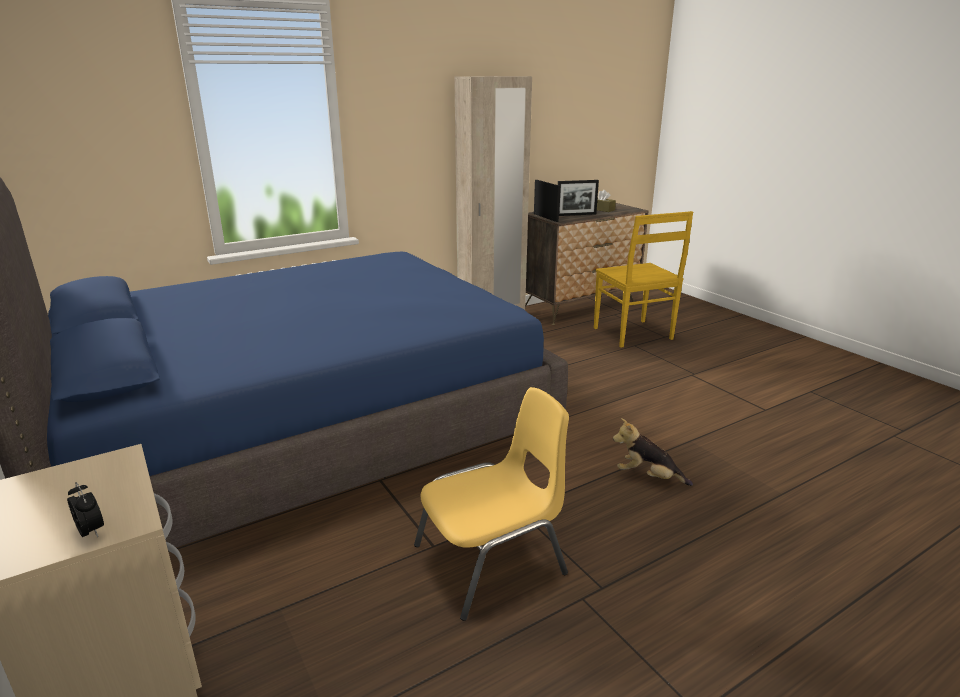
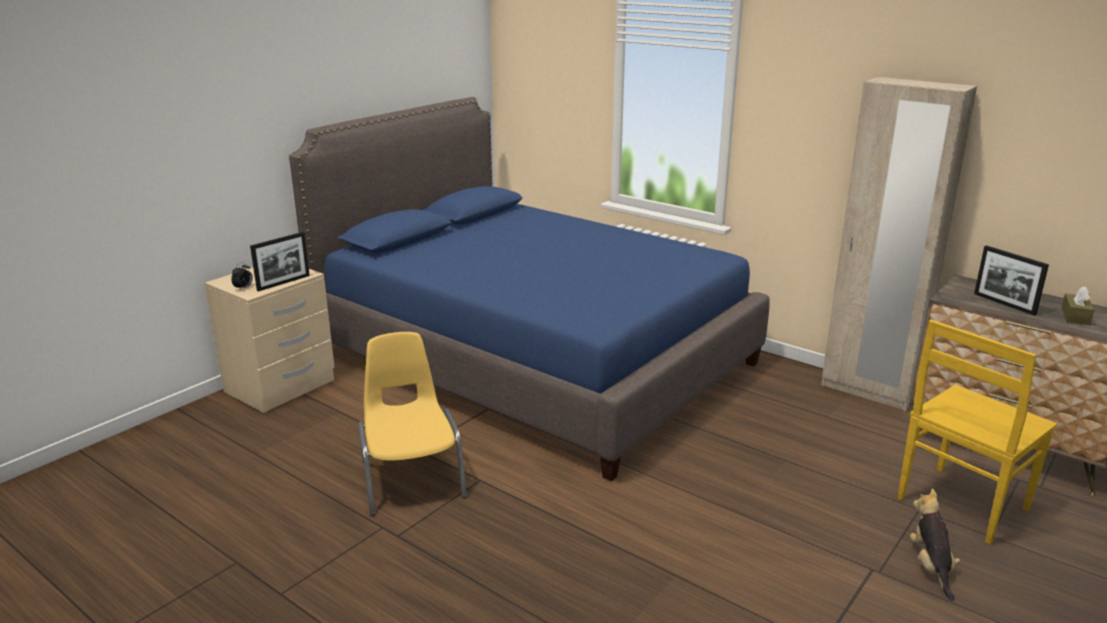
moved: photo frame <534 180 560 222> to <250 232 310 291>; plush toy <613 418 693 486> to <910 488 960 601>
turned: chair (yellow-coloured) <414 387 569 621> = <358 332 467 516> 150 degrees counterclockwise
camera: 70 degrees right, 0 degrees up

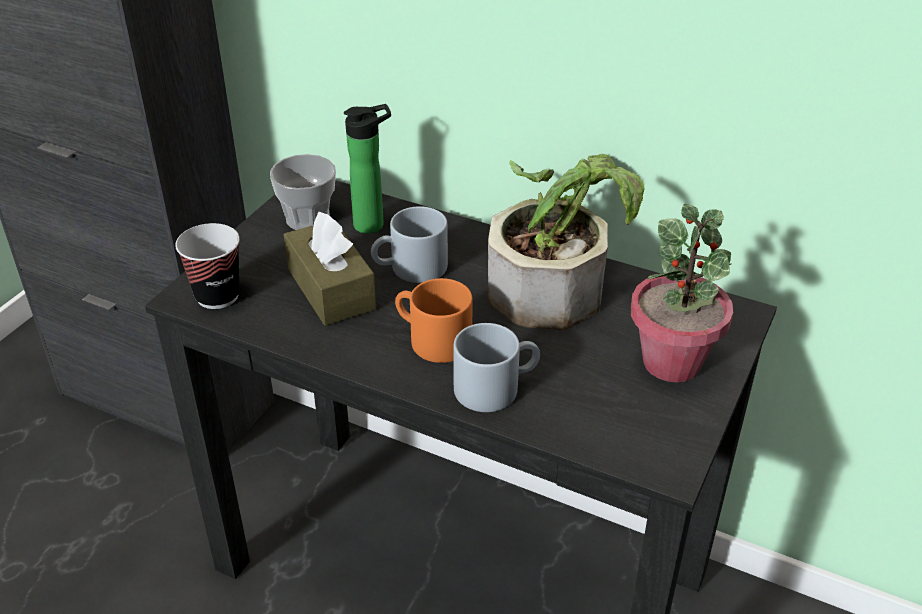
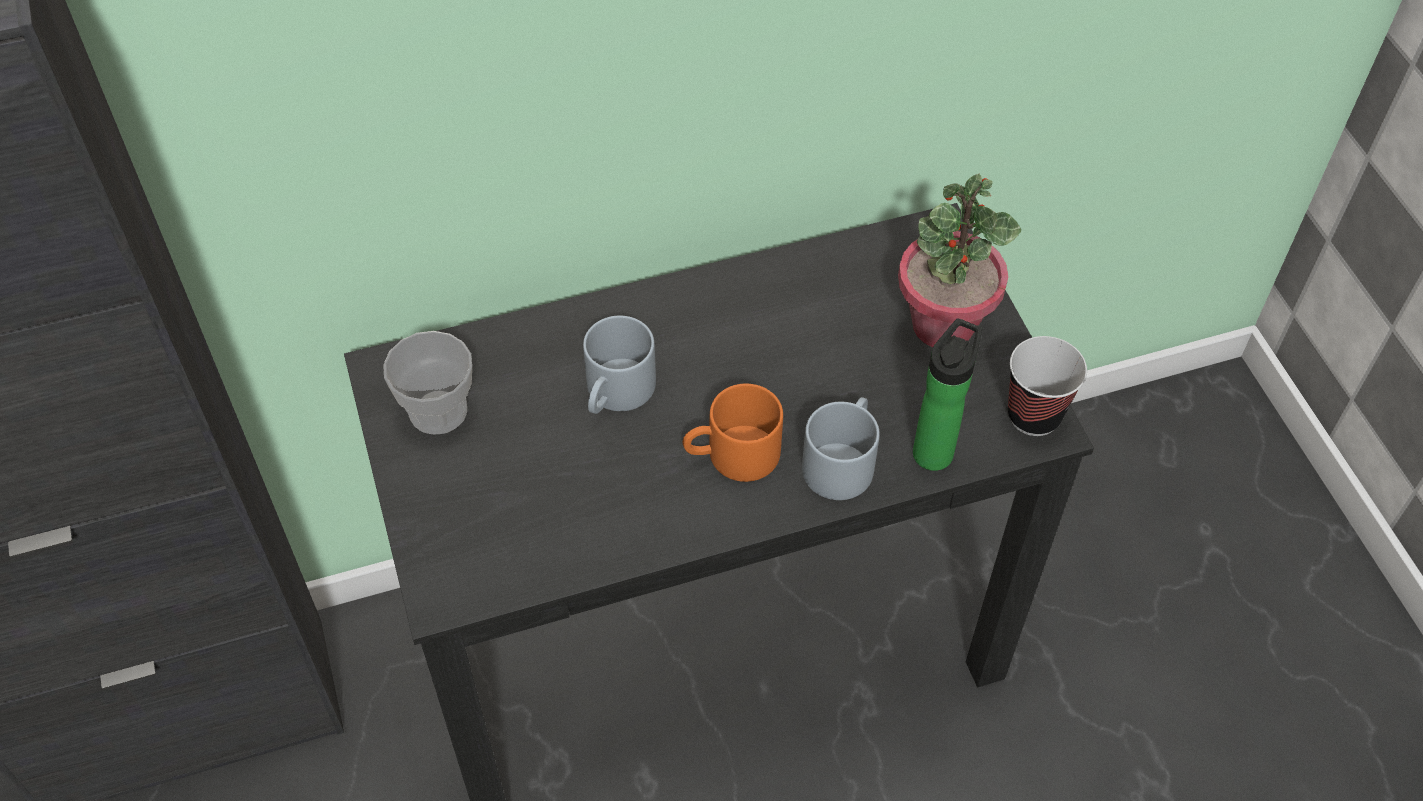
removed: tissue box (brown-coloured) <284 212 376 326>; houseplant <488 154 645 330>
moved: small cup <175 223 240 309> to <1008 336 1087 436>; drink bottle <344 104 391 234> to <913 318 982 471>
camera: 45 degrees left, 15 degrees up

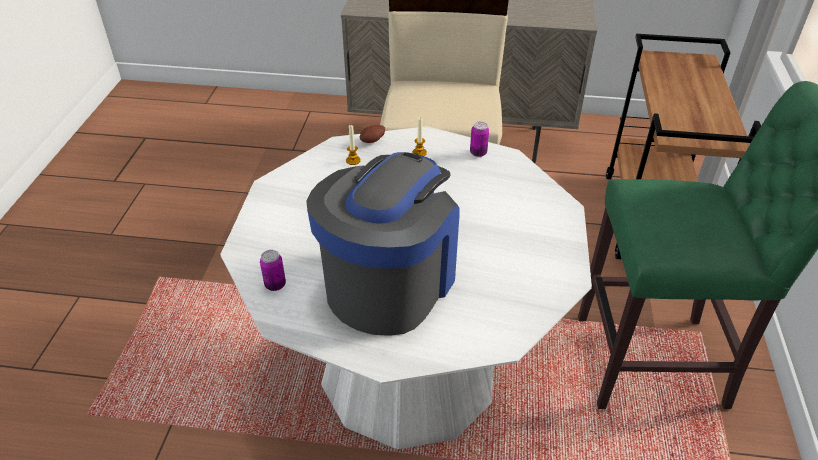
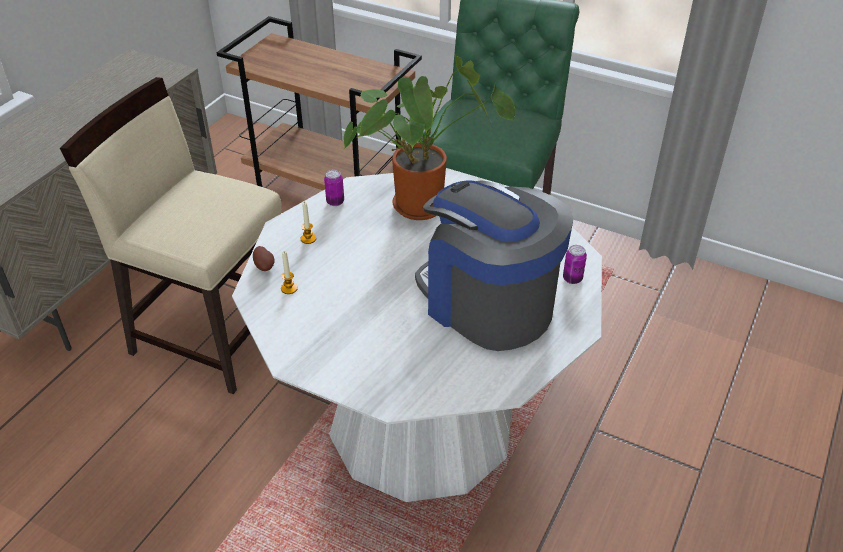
added: houseplant <343 56 515 220>
moved: sealed can <260 250 286 291> to <563 245 587 284>
camera: 70 degrees left, 0 degrees up

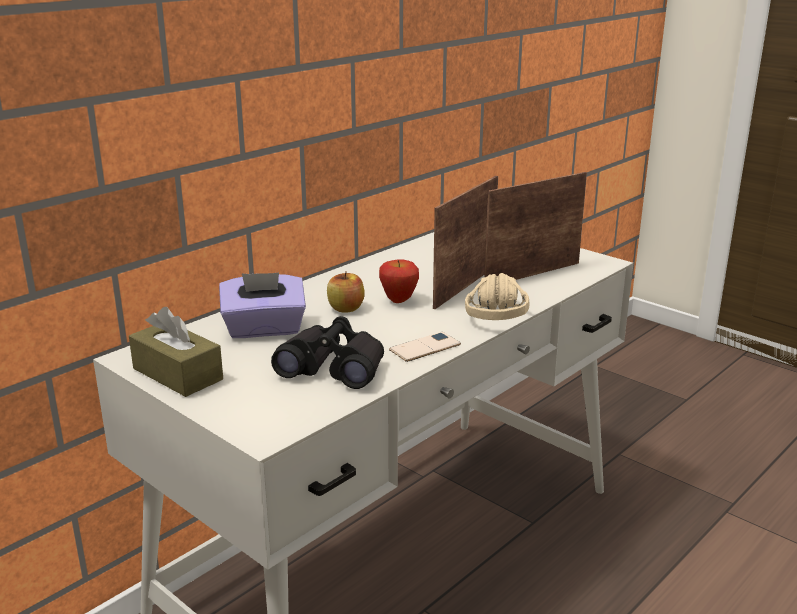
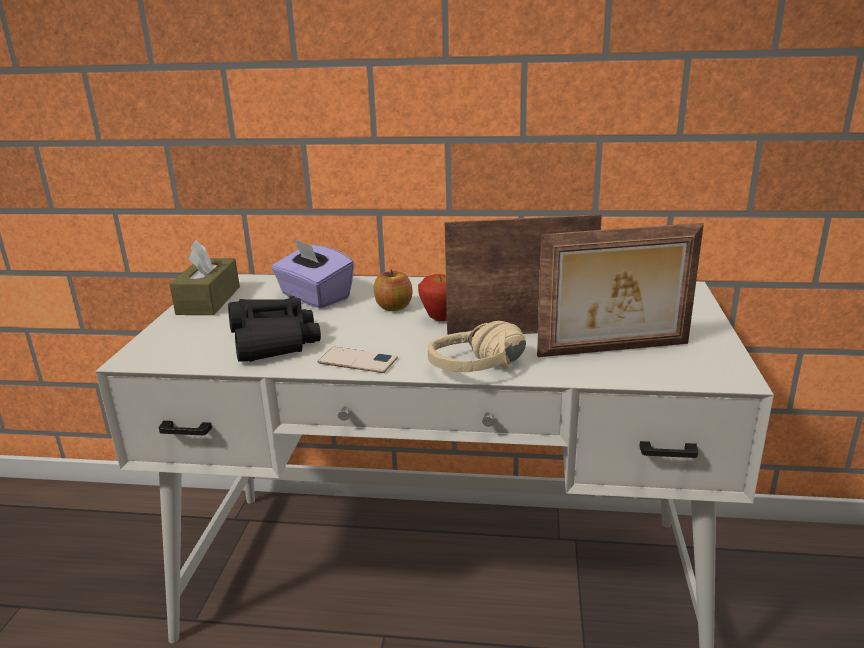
turned: photo frame <484 172 587 280> = <537 223 704 357> 150 degrees clockwise
camera: 55 degrees right, 0 degrees up

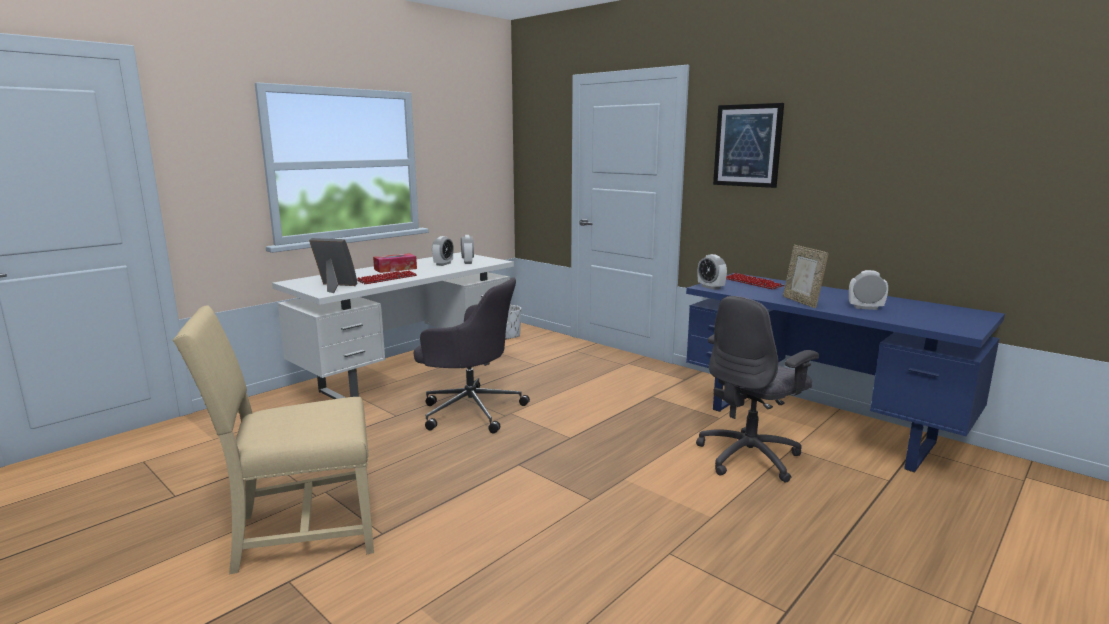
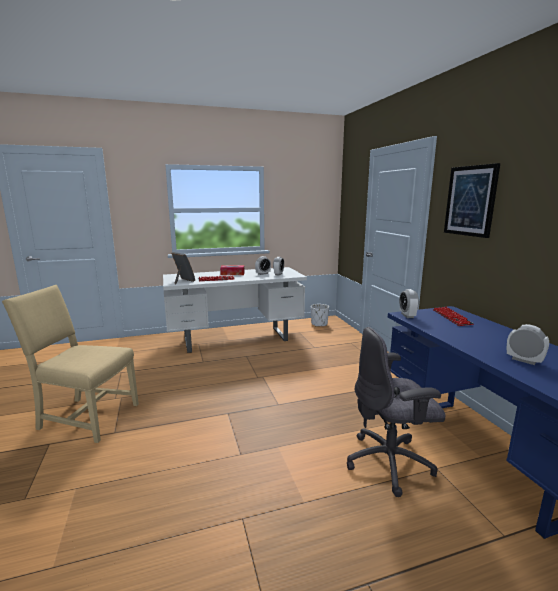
removed: computer chair (gray) <414 277 530 433>; photo frame <783 245 829 308>
camera: 30 degrees right, 0 degrees up

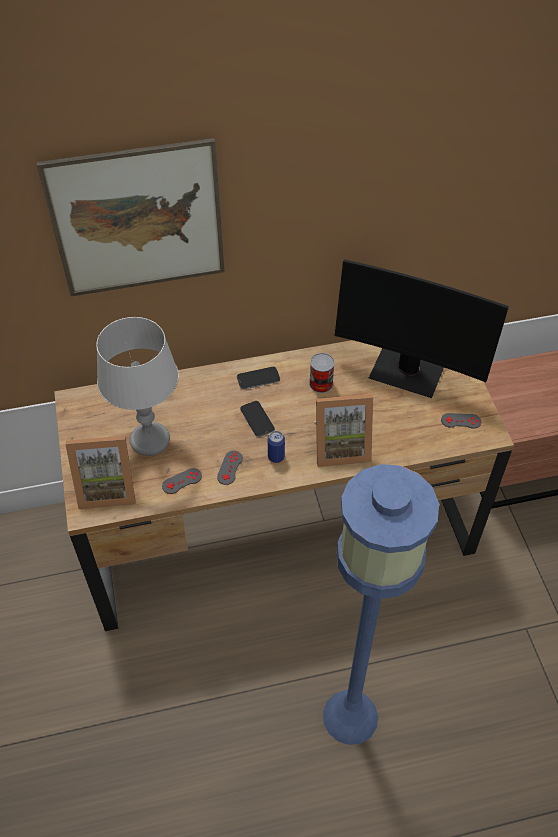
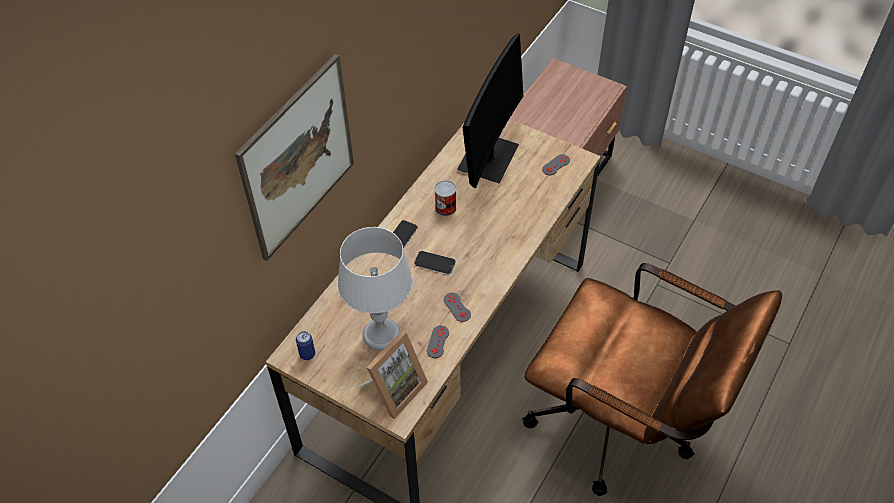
removed: photo frame <314 394 373 467>
moved: sealed can <268 431 285 463> to <296 331 315 360>
replaced: floor lamp (blue-coloured) <323 464 439 745> to computer chair (brown-coloured) <522 263 782 496>
turned: monitor <335 259 509 398> = <457 33 523 188> 45 degrees counterclockwise
camera: 45 degrees left, 0 degrees up

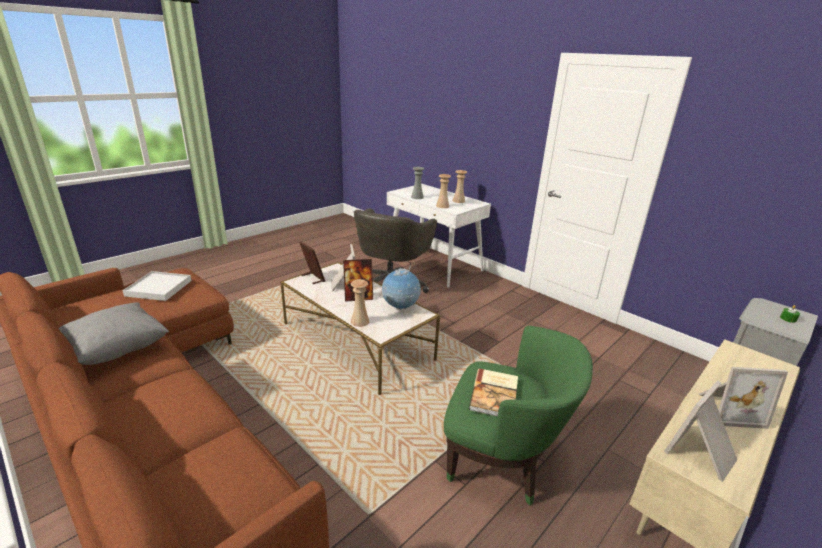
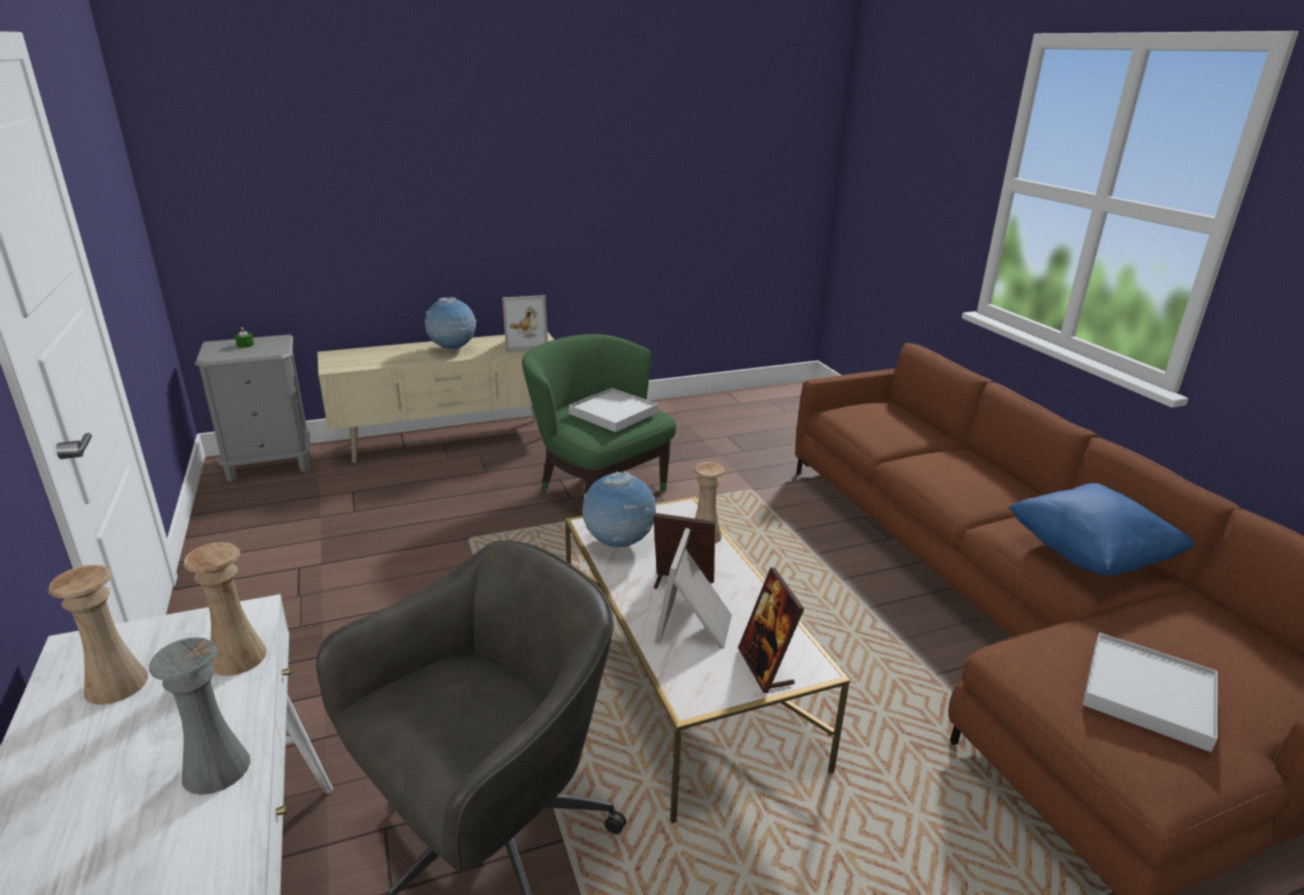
replaced: book <469 368 518 417> to serving tray (whitish) <569 388 658 432>; photo frame <699 367 788 429> to world globe <425 297 476 351>
recoloured: cushion (gray) <58 302 169 365> to cushion (blue-coloured) <1008 483 1195 576>
camera: 155 degrees left, 0 degrees up

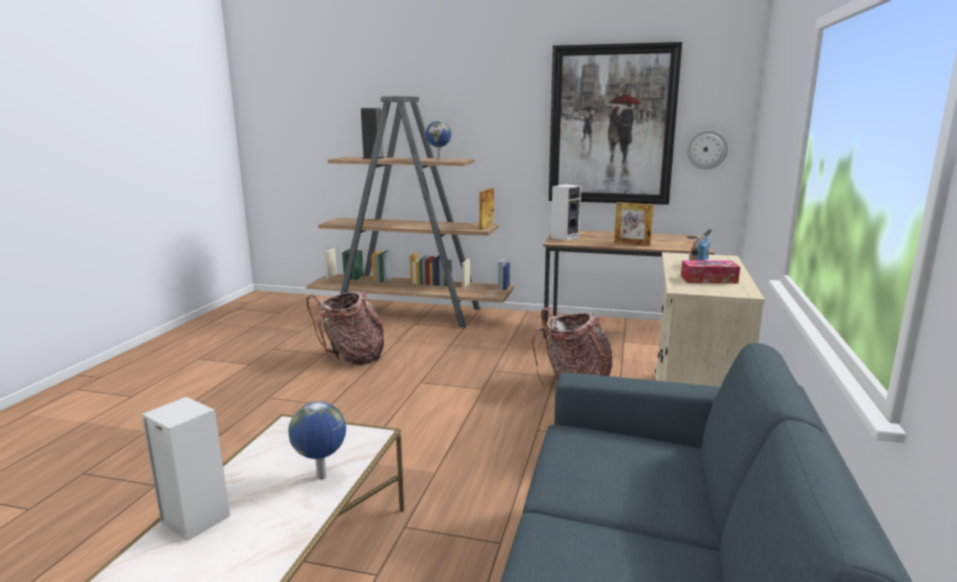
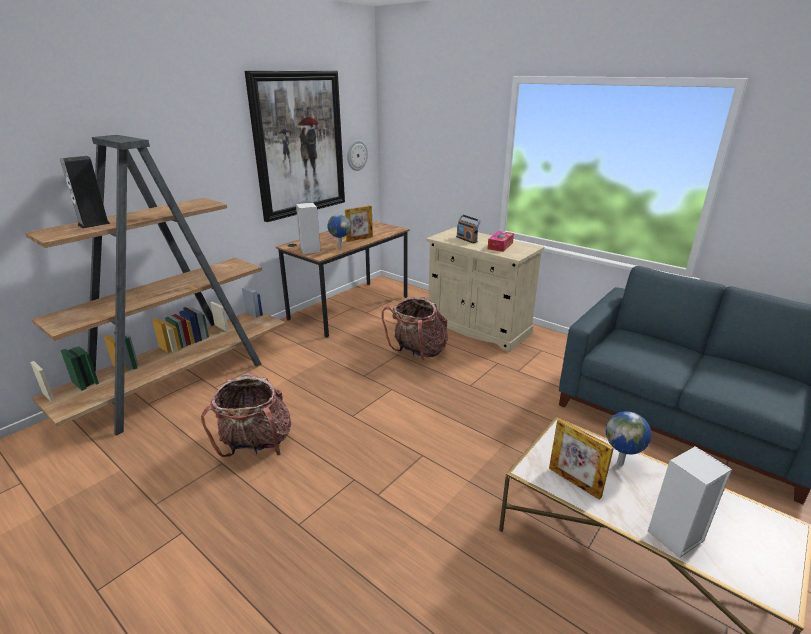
moved: world globe <426 121 451 160> to <327 214 351 248>; photo frame <479 188 494 230> to <549 419 614 500>
camera: 65 degrees left, 10 degrees up

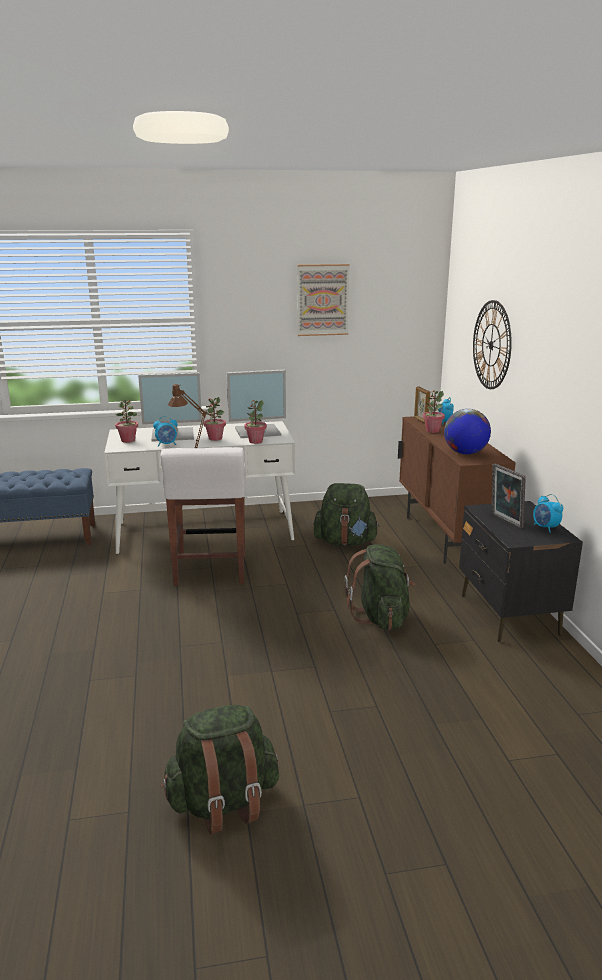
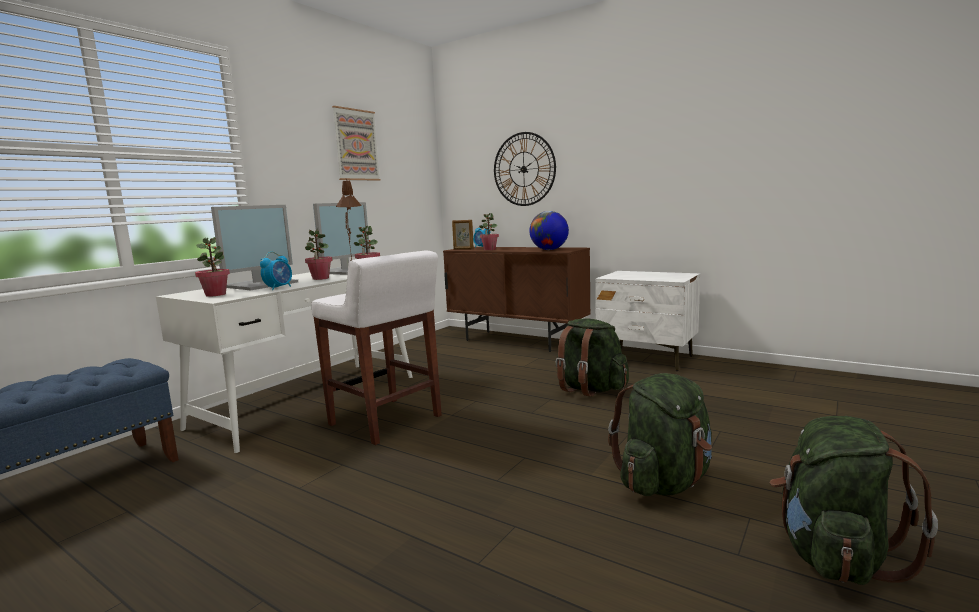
removed: photo frame <492 463 526 528>; table clock <533 494 563 533>
moved: rucksack (green-coloured) <313 483 380 546> to <608 373 712 496>
recoloured: bedside table (black-coloured) <459 501 583 642> to bedside table (whitish) <595 271 700 371>
camera: 45 degrees left, 10 degrees down

